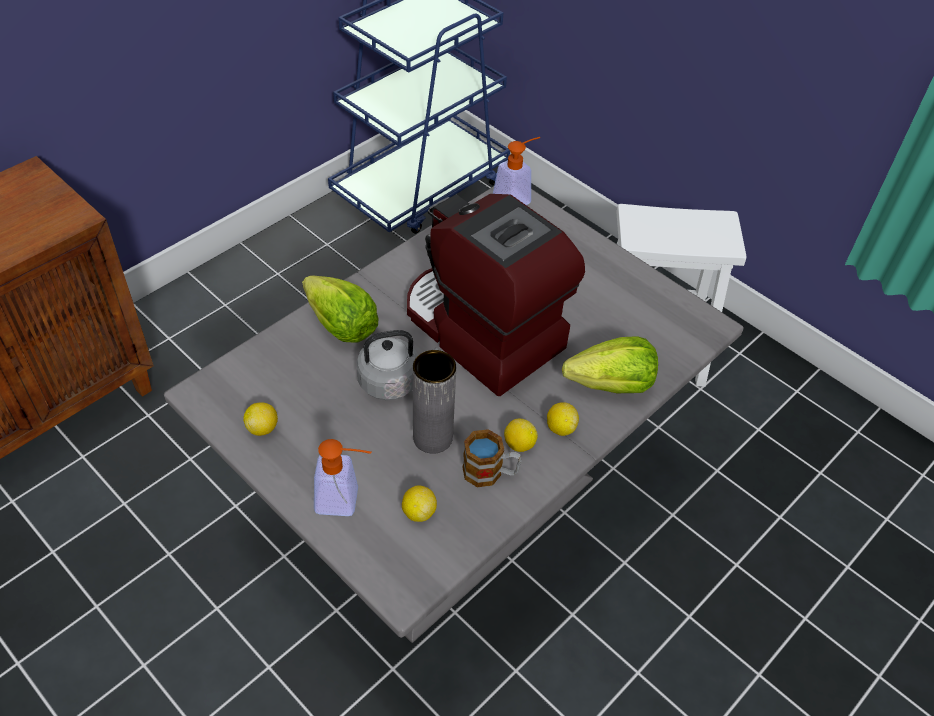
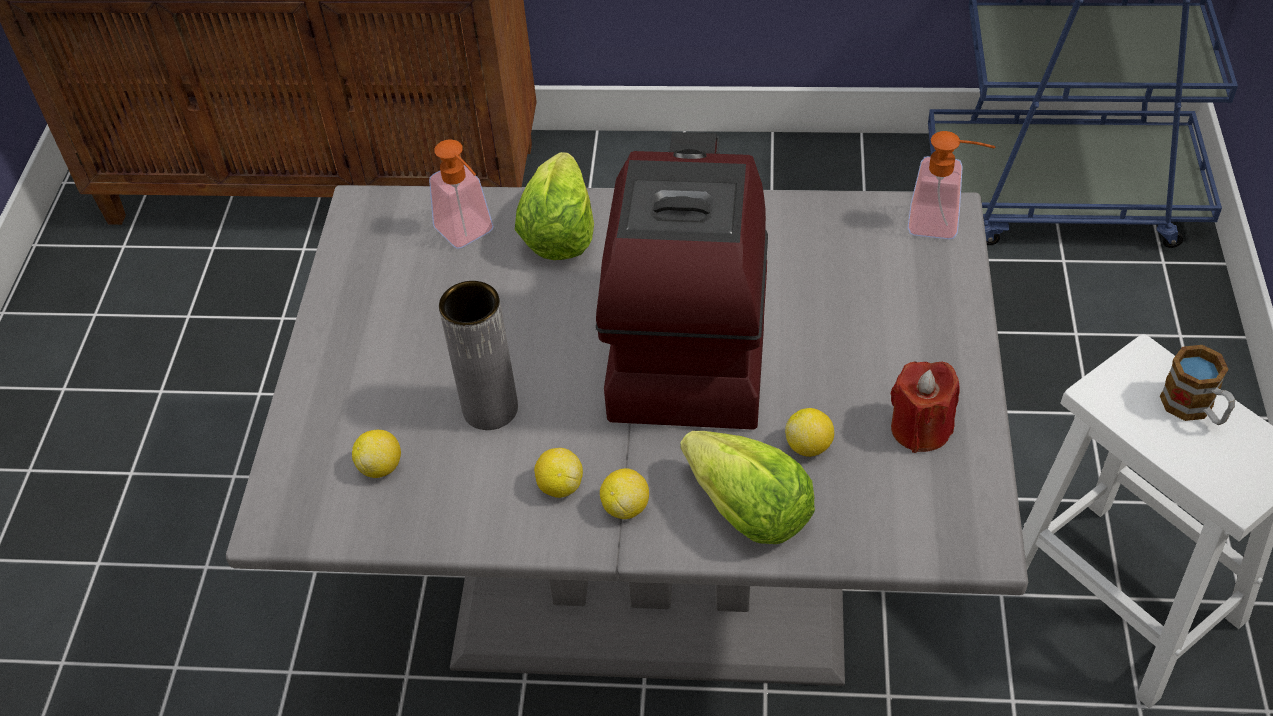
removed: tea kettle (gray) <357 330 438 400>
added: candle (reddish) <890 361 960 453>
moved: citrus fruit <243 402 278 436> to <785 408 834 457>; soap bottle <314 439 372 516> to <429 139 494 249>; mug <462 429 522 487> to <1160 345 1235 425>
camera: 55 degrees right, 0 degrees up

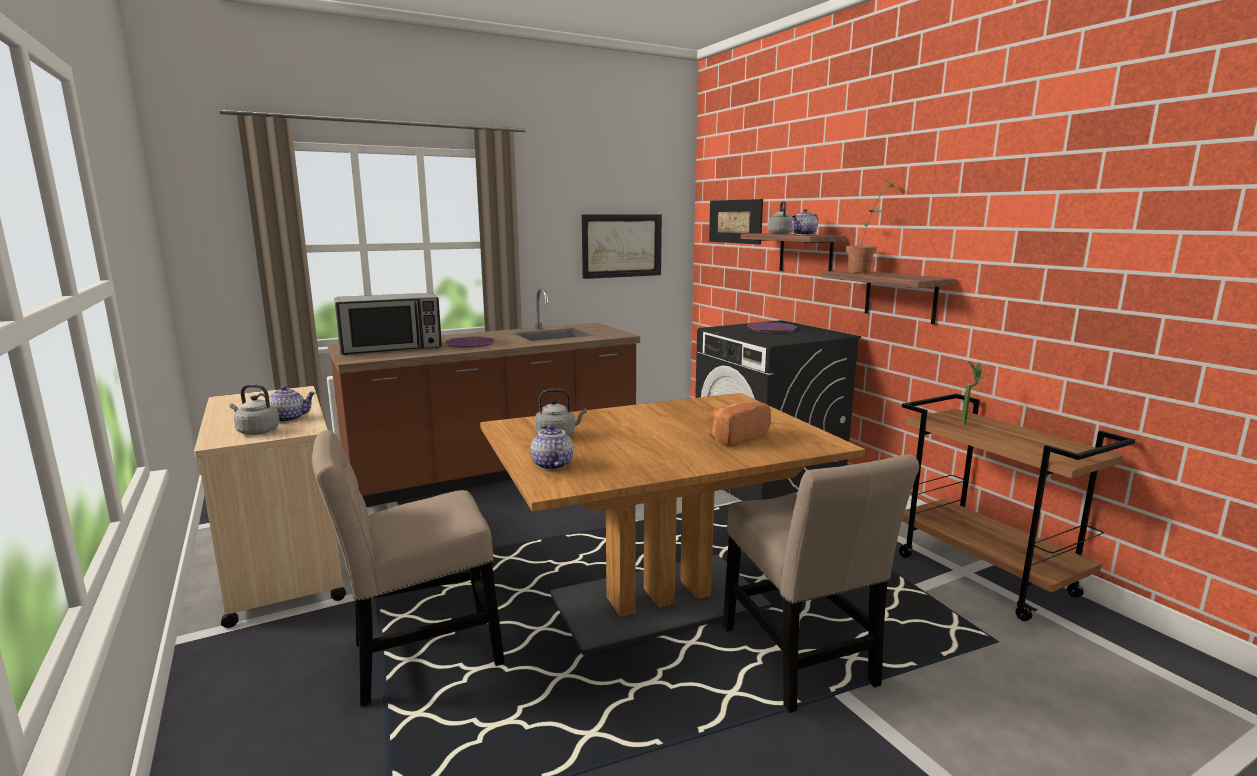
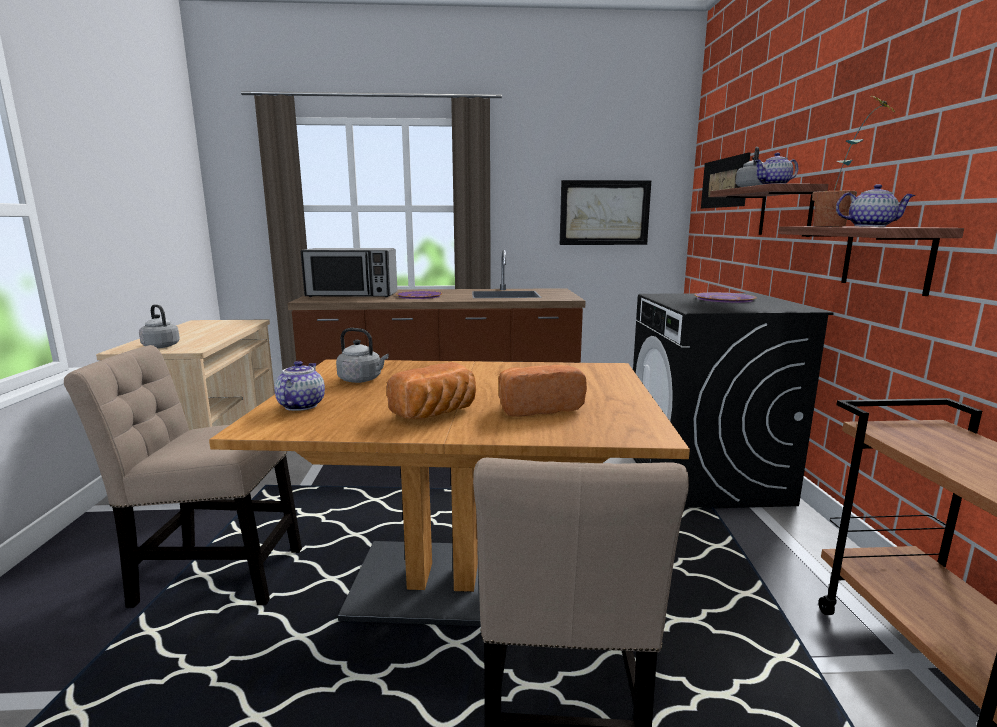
removed: houseplant <961 361 985 425>
added: baked bread <387 362 476 419>
moved: pot for tea <257 386 316 422> to <836 184 915 227>
camera: 25 degrees right, 0 degrees up

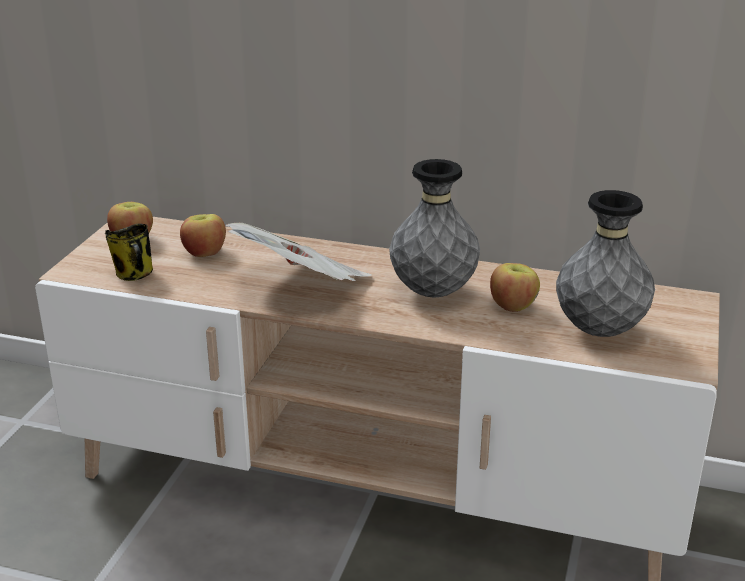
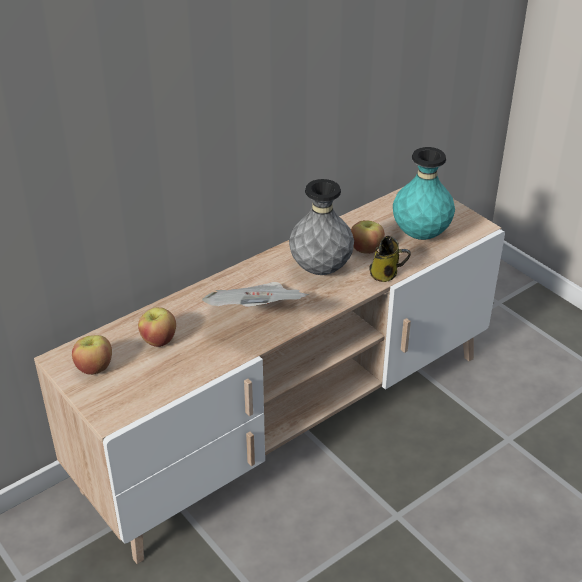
moved: mug <105 223 153 281> to <370 236 411 282>
recoloured: decorative vase (gray) <556 190 655 337> to decorative vase (turquoise) <393 147 455 240>
camera: 55 degrees left, 10 degrees up

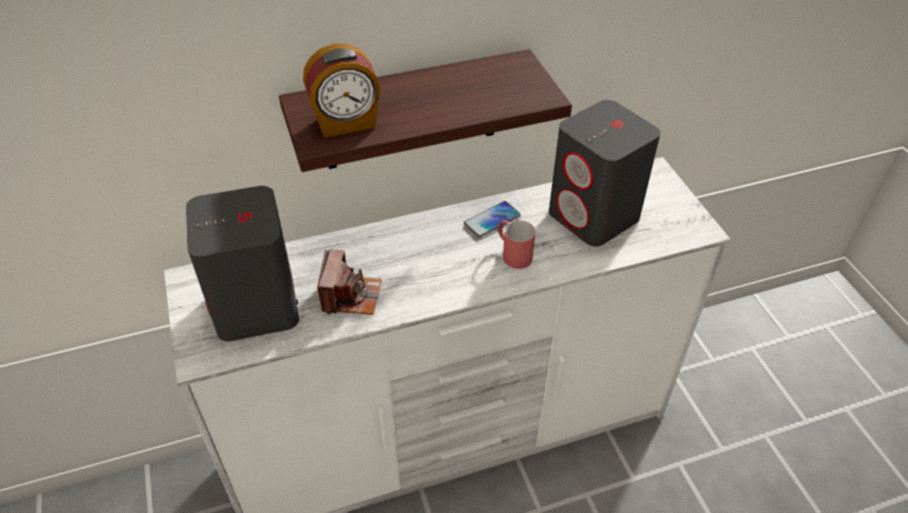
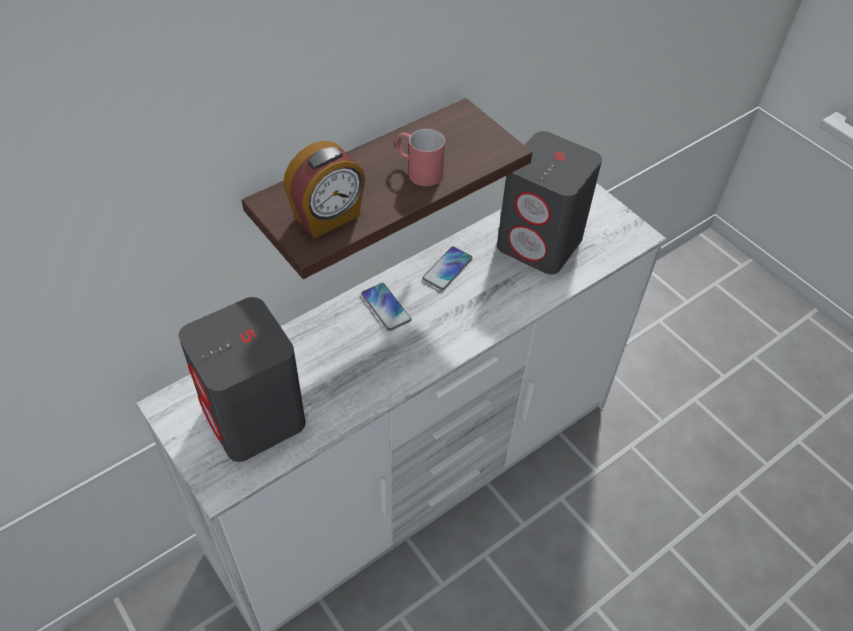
removed: photo camera <317 249 382 315>
added: telephone <361 283 411 331>
moved: mug (reddish) <497 220 535 269> to <395 129 445 186>
camera: 20 degrees left, 5 degrees up

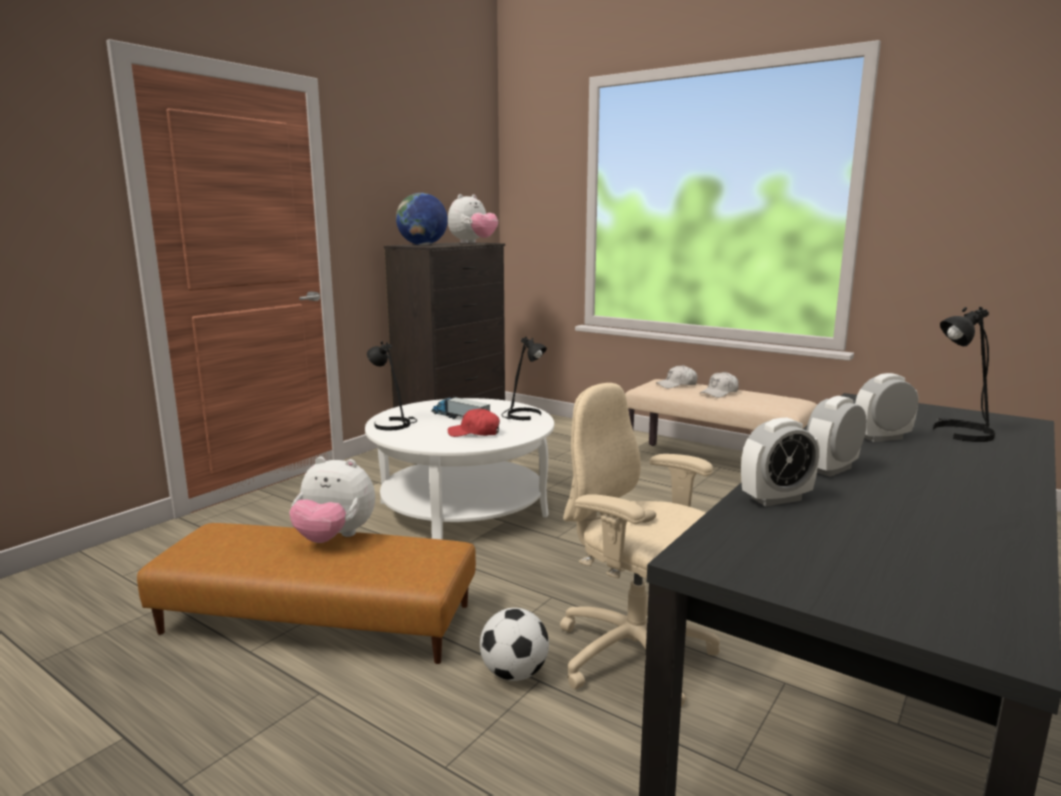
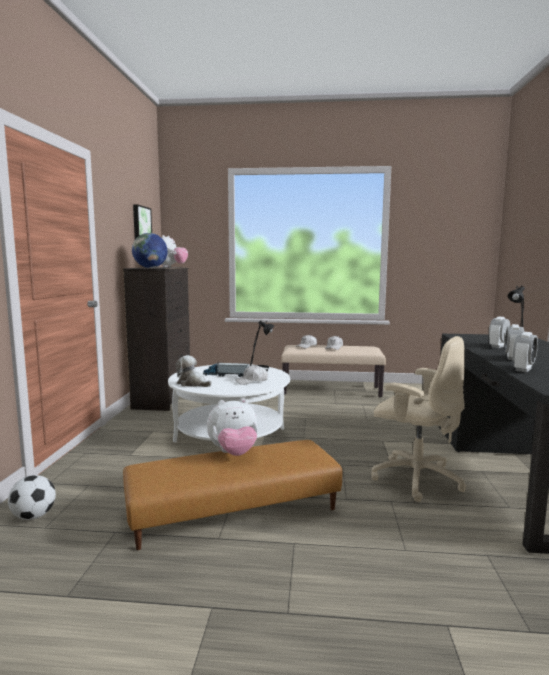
added: wall art <133 204 152 239>
moved: football <480 608 549 681> to <8 475 56 520>
replaced: tabletop lamp (black-coloured) <367 341 417 431> to plush toy <176 355 212 387>
recoloured: cap (reddish) <448 409 500 437> to cap (whitish) <235 365 268 385>
turned: computer chair (sand-coloured) <560 383 720 707> = <371 336 466 502> 150 degrees counterclockwise
camera: 30 degrees left, 5 degrees down

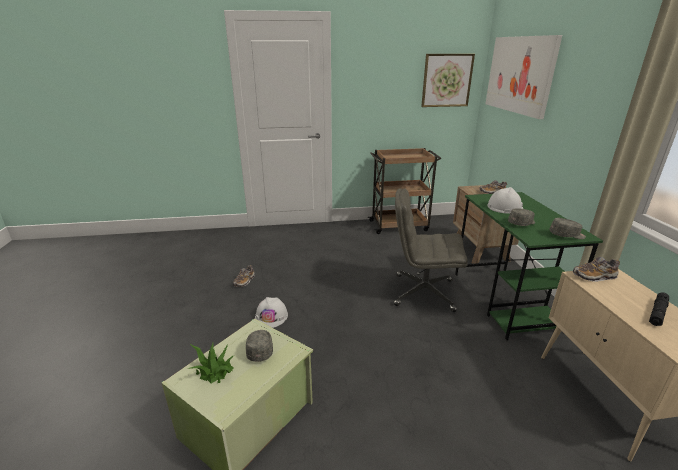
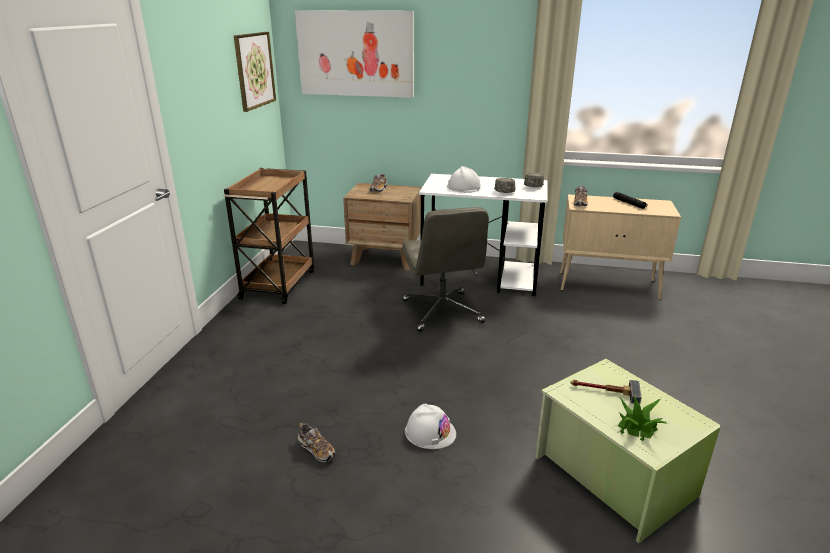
replaced: cap (gray) <246 330 273 362> to hand hammer <570 380 642 404>
recoloured: desk unit (green-coloured) <455 192 603 340> to desk unit (whitish) <419 174 547 296>
turned: computer chair (gray) <394 188 468 312> = <402 207 489 332> 45 degrees counterclockwise
camera: 70 degrees left, 0 degrees up

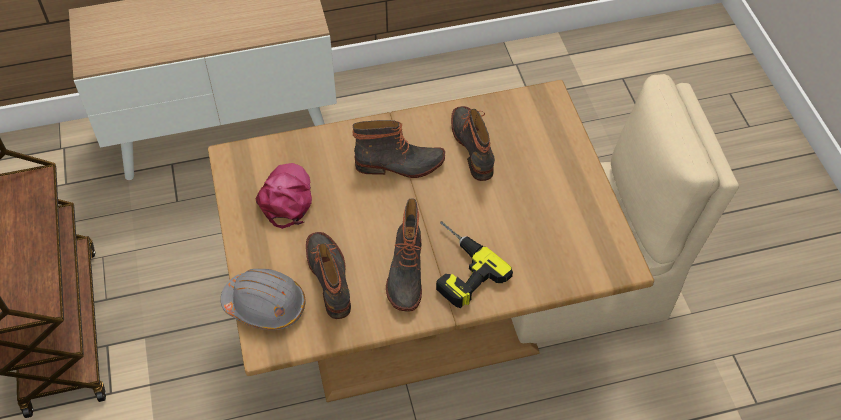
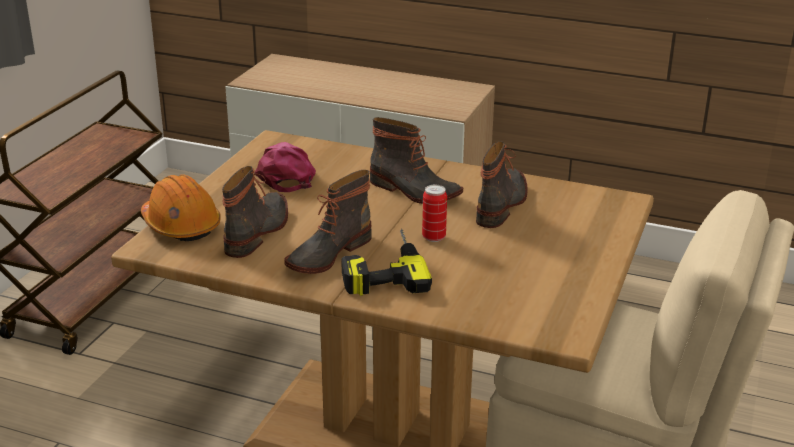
added: sealed can <422 185 447 242>
recoloured: work helmet (gray) <221 269 306 330> to work helmet (orangey) <141 175 221 241>
turned: cap (pinkish) <256 163 312 229> = <254 142 316 192> 45 degrees counterclockwise
camera: 35 degrees right, 25 degrees down

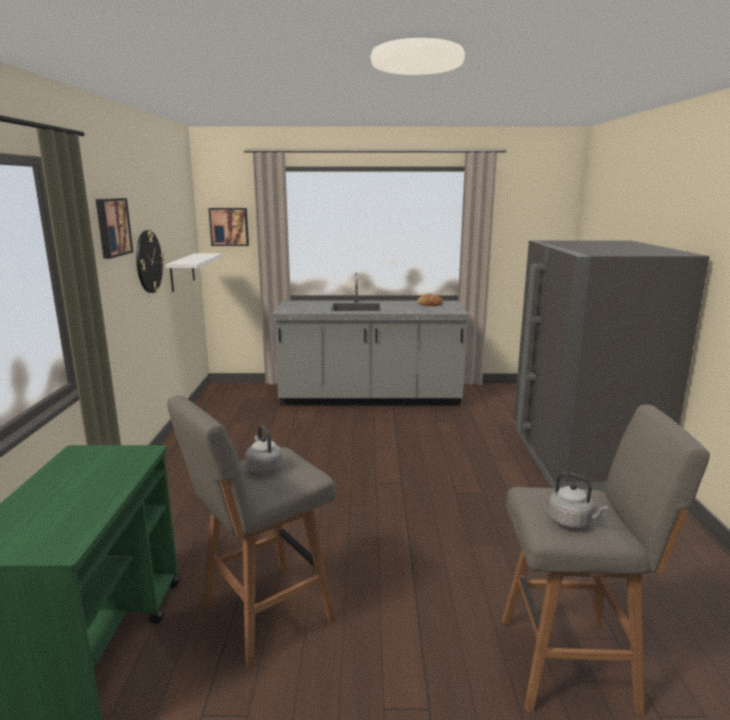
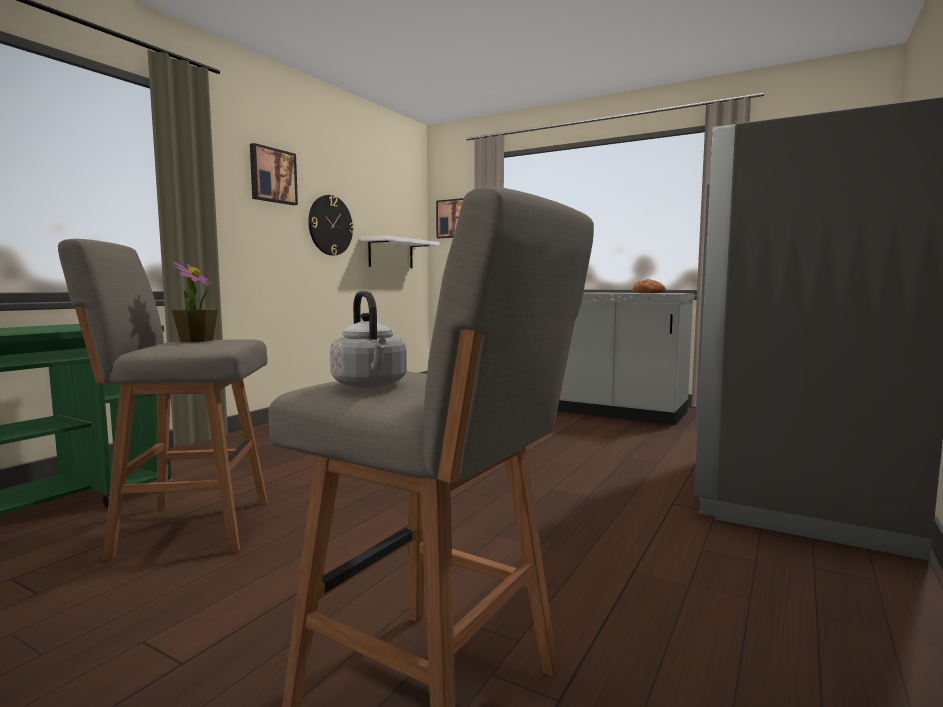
replaced: tea kettle (gray) <245 425 283 474> to houseplant <171 262 218 342>
camera: 30 degrees right, 10 degrees down

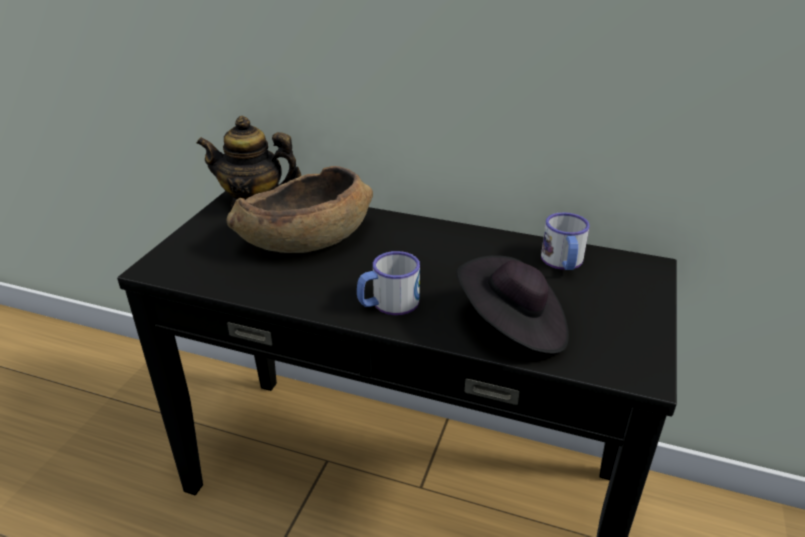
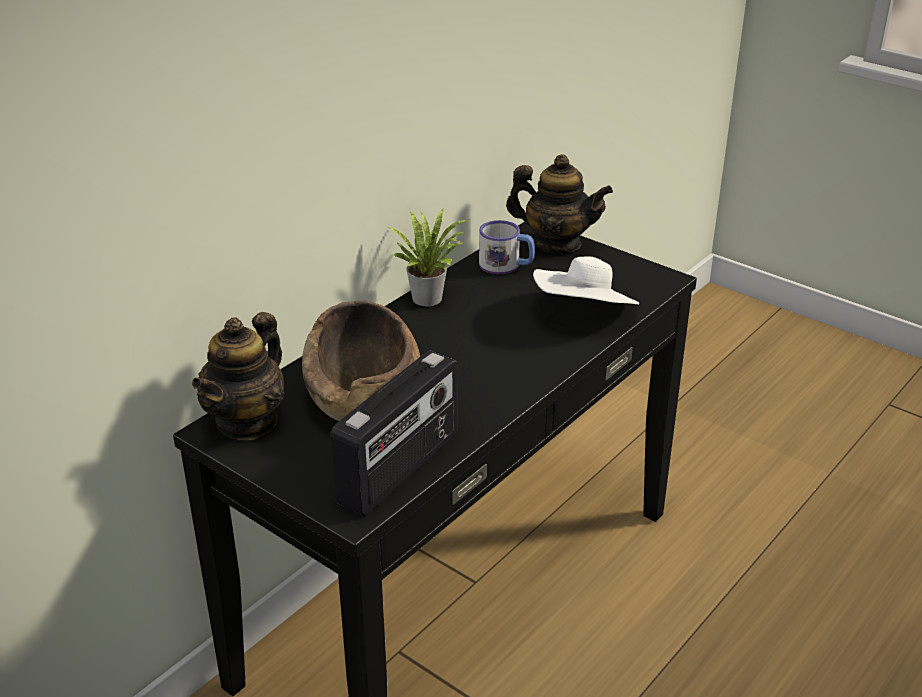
removed: mug <357 251 420 315>
added: radio <330 351 458 516>; houseplant <385 209 467 307>; pot for tea <506 154 613 253>
recoloured: wearable hat (black-coloured) <457 255 569 354> to wearable hat (whitish) <533 256 639 304>
camera: 70 degrees left, 0 degrees up

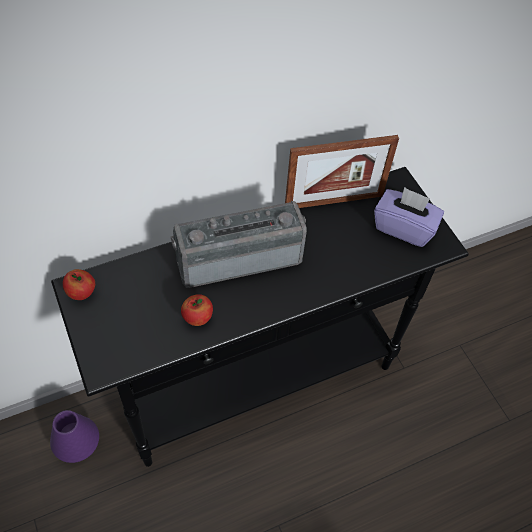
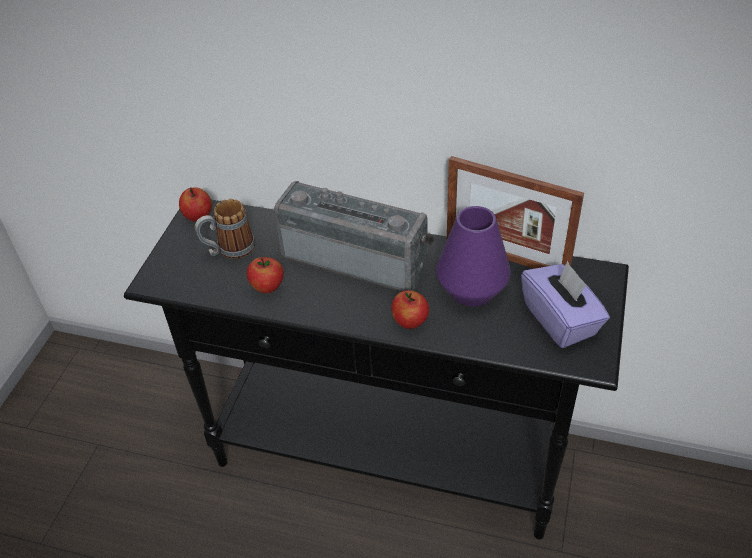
added: mug <195 199 255 259>; apple fruit <391 290 429 329>
moved: decorative vase (purple-coloured) <50 410 99 463> to <436 206 511 307>
camera: 45 degrees right, 10 degrees down

